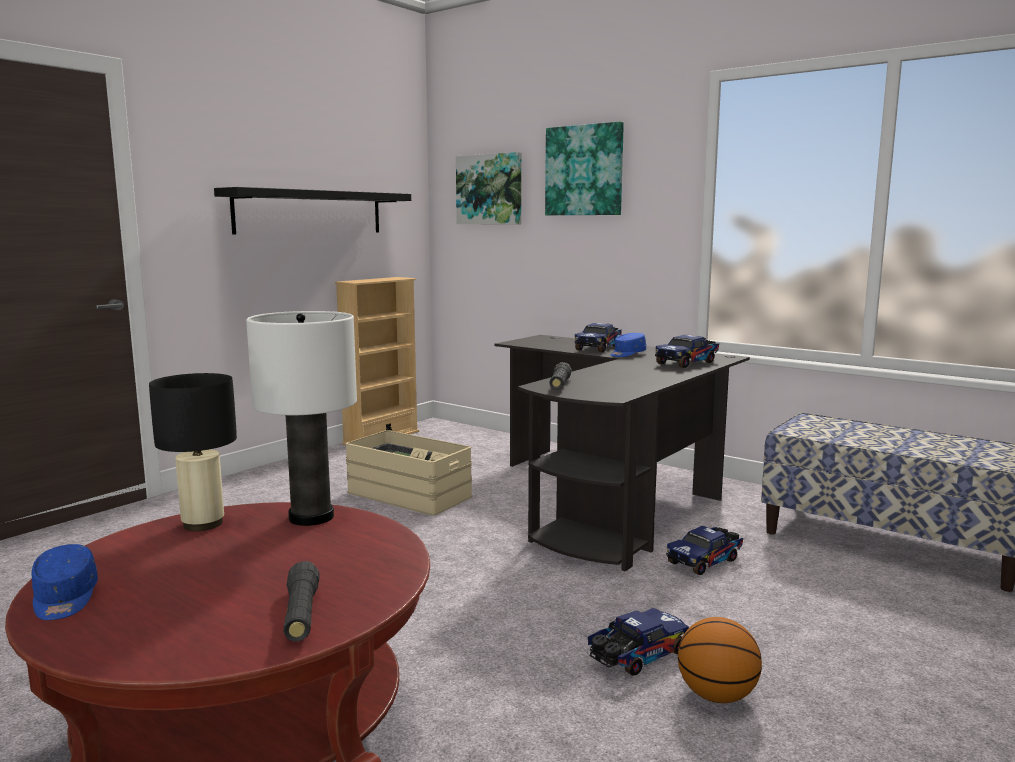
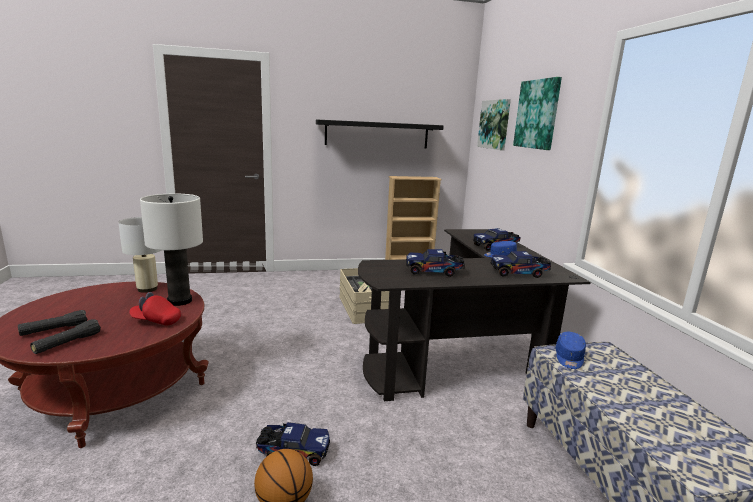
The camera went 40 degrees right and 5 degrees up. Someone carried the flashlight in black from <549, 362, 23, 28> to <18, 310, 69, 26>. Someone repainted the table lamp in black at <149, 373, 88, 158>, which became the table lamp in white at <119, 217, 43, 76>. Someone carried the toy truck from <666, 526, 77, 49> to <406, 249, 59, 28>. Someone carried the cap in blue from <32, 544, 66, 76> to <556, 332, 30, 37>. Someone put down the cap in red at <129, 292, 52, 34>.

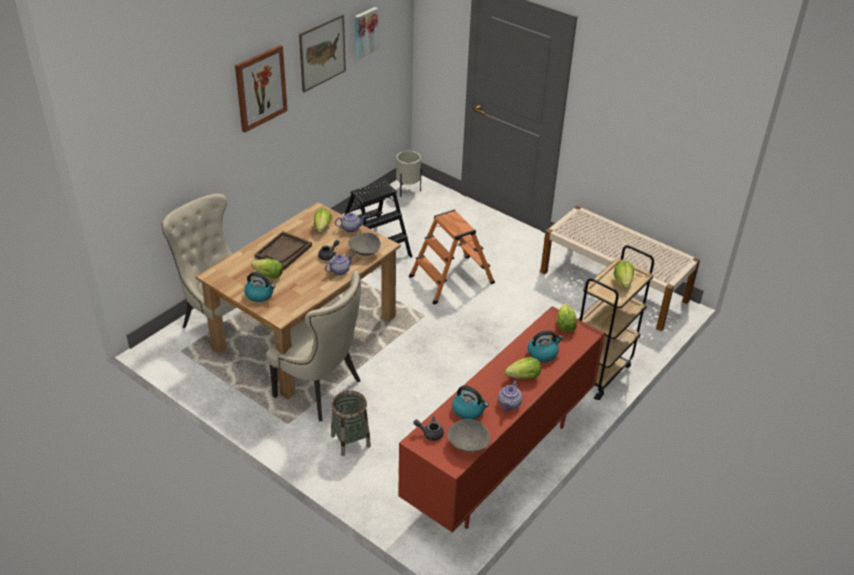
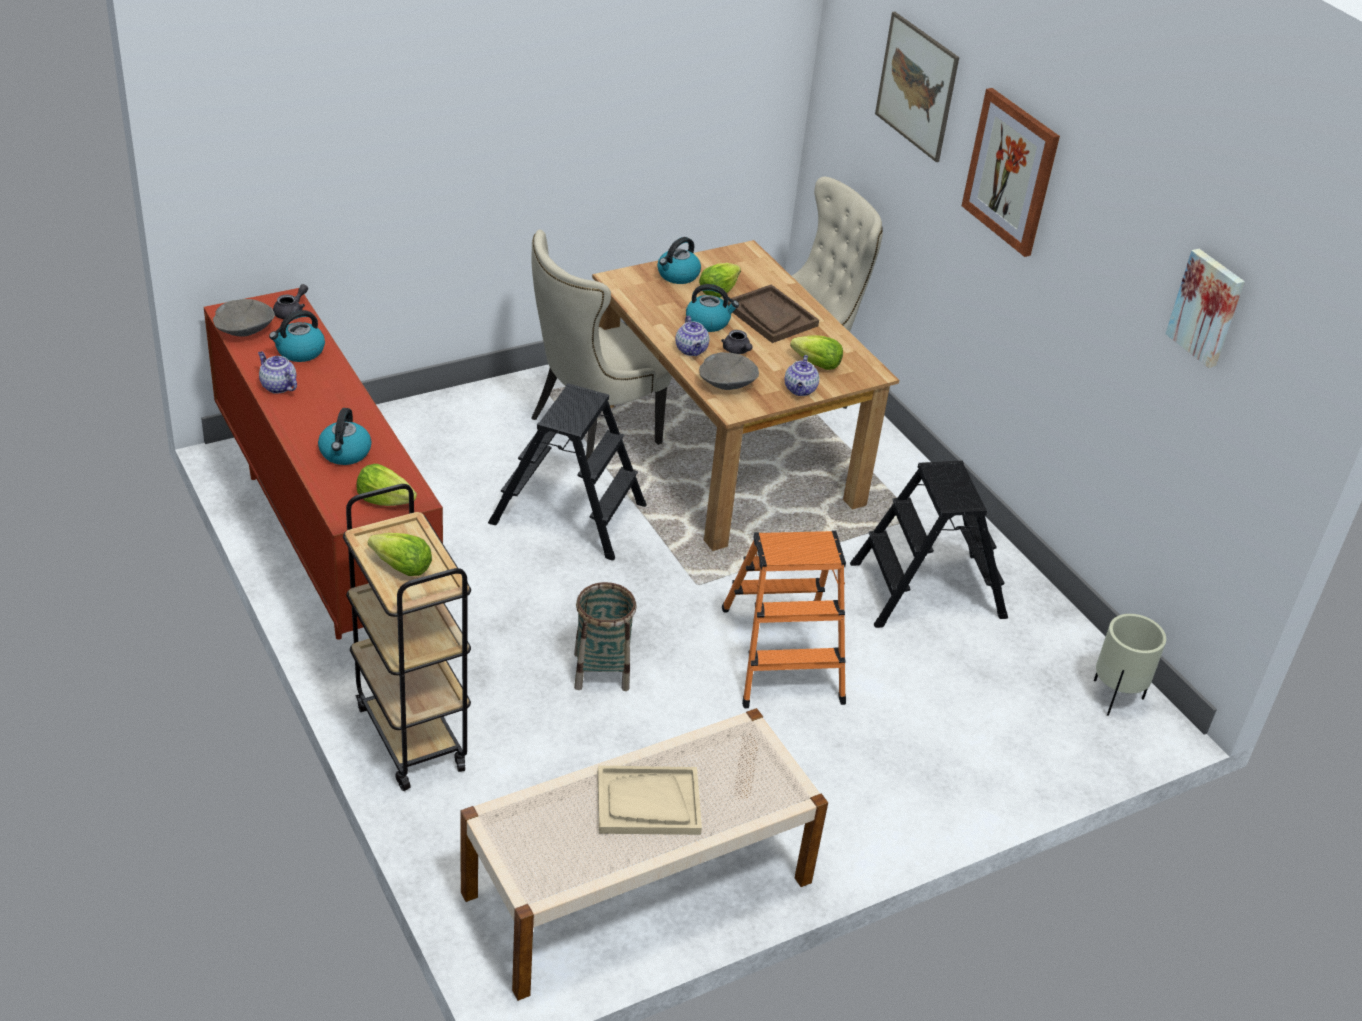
The camera went 110 degrees right and 0 degrees up. Someone carried the picture from <299, 14, 47, 78> to <875, 12, 84, 150>. Someone took away the lettuce at <505, 357, 36, 22>. Someone carried the basket from <331, 390, 40, 66> to <574, 582, 63, 109>. Someone put down the kettle at <686, 284, 53, 48>. Someone put down the step ladder in black at <488, 383, 159, 178>. Someone put down the tray in beige at <598, 766, 104, 69>.

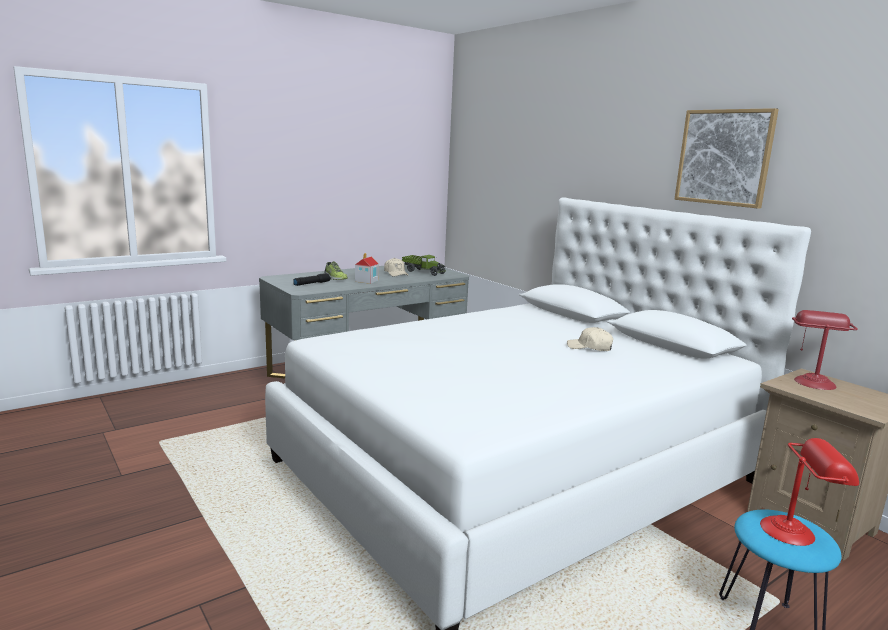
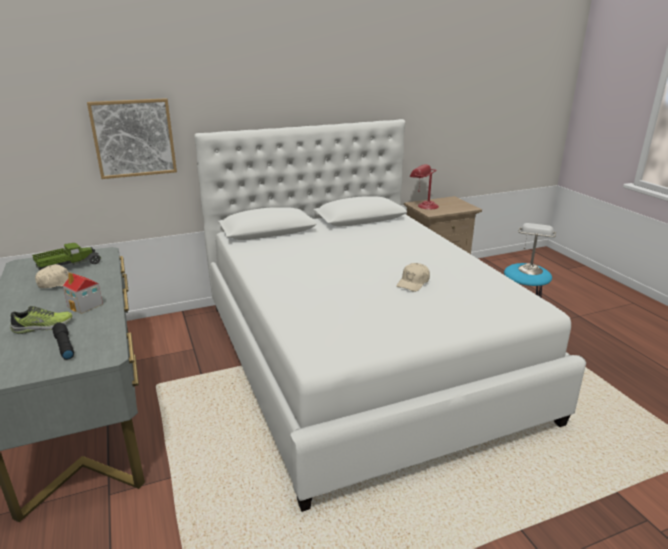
The camera went 75 degrees left and 10 degrees up. Someone carried the picture from <675, 108, 104, 100> to <87, 98, 90, 81>. Someone carried the cap in beige from <567, 327, 46, 24> to <396, 263, 34, 29>. Someone repainted the table lamp in red at <760, 438, 99, 108>, which became the table lamp in white at <518, 223, 38, 52>.

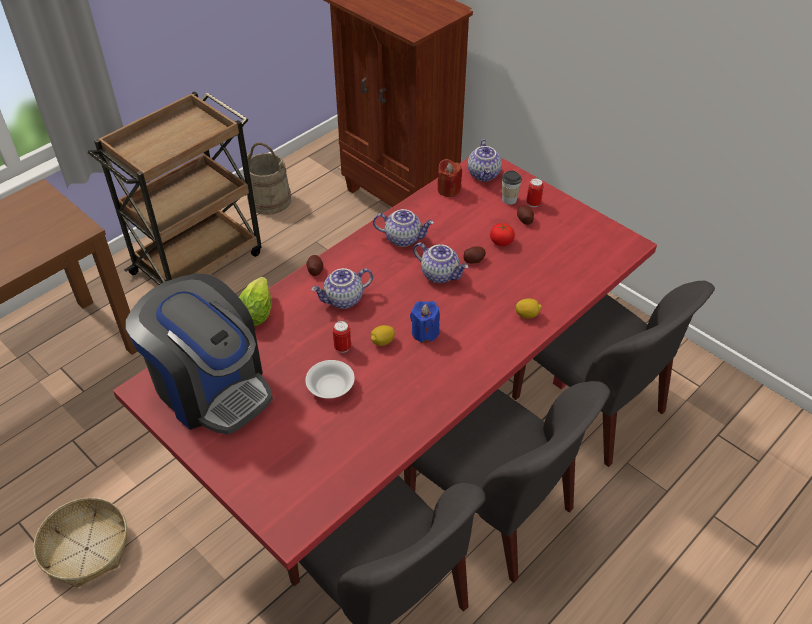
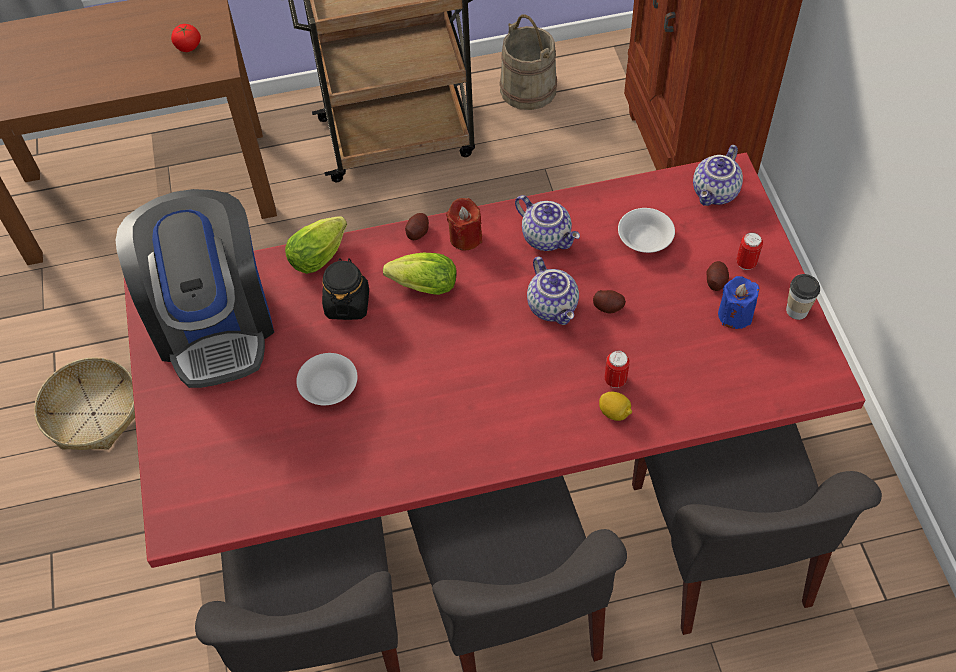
The camera went 35 degrees right and 10 degrees up. Someone carried the candle in red from <438, 159, 24, 38> to <446, 198, 36, 52>. Someone carried the cup from <502, 171, 20, 34> to <786, 274, 34, 46>. Someone carried the tomato from <490, 223, 25, 23> to <171, 24, 30, 28>. Someone swapped the teapot at <311, 268, 62, 41> for the lettuce at <383, 253, 74, 42>. Someone carried the candle in blue from <410, 301, 30, 42> to <718, 276, 42, 53>. Someone carried the can from <332, 321, 19, 32> to <605, 351, 25, 37>. Someone took away the lemon at <371, 325, 24, 21>. Someone put down the bowl in white at <618, 208, 57, 45>. Someone put down the jar in black at <322, 258, 47, 62>.

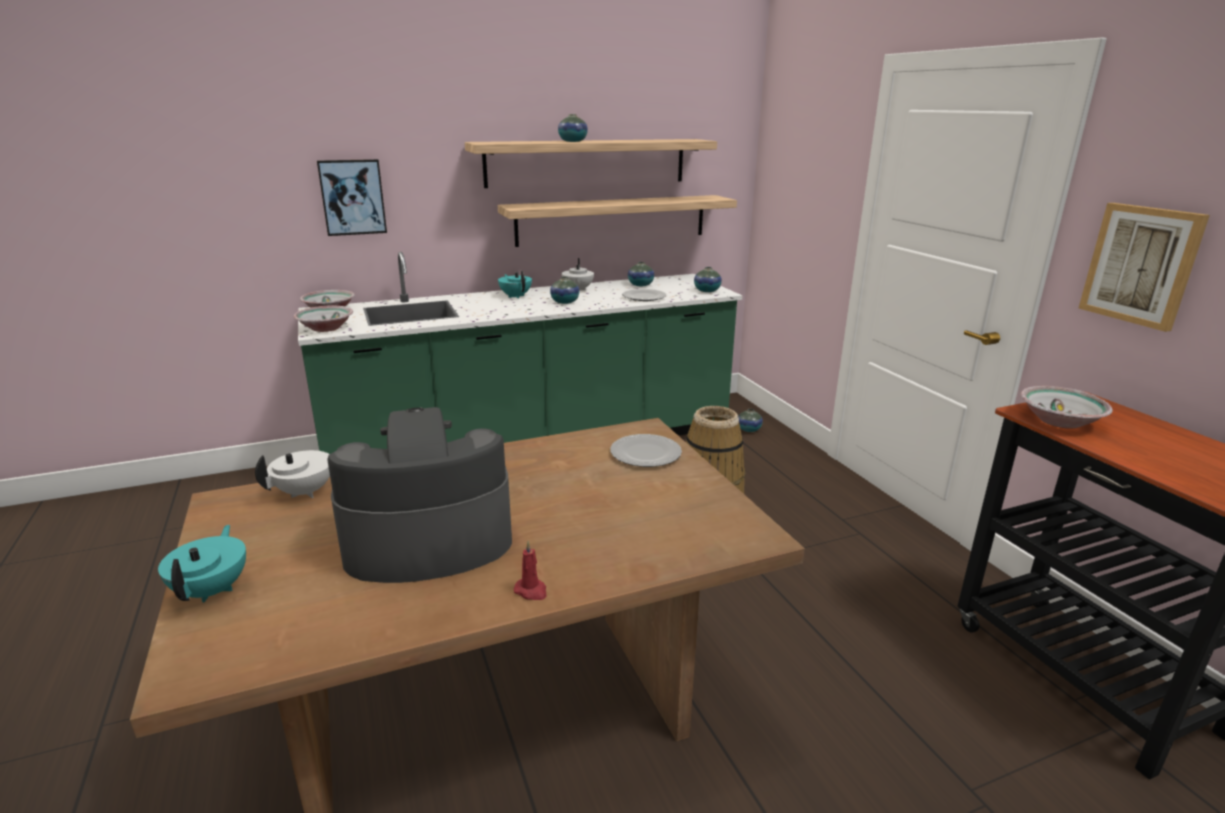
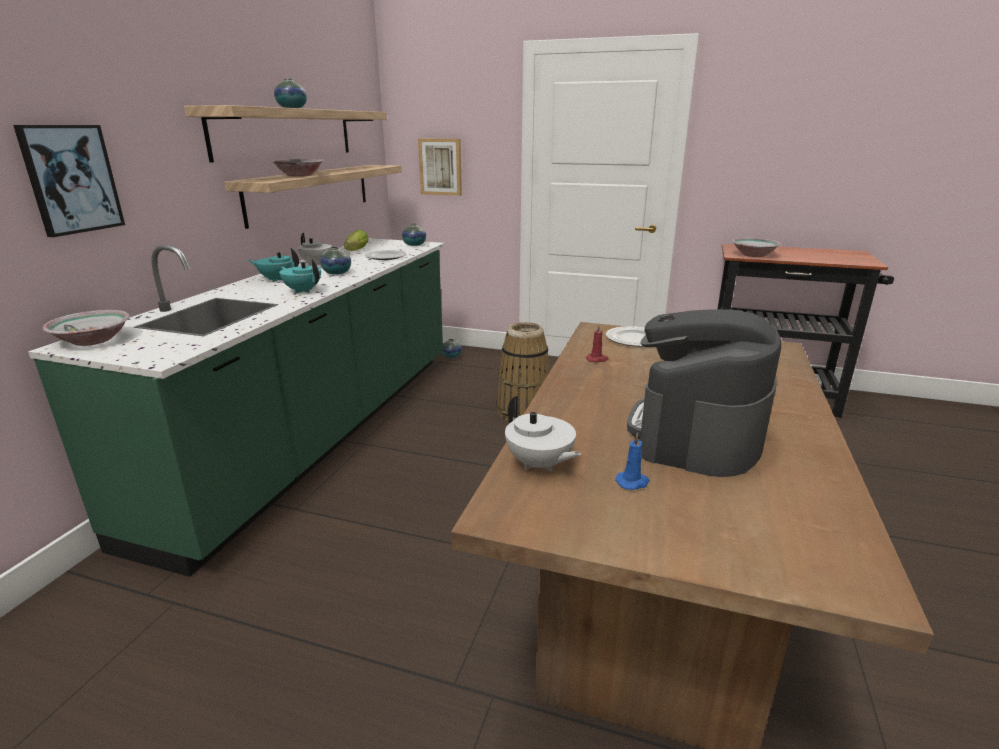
The camera went 50 degrees left and 0 degrees up. Someone carried the picture from <1079, 203, 131, 129> to <418, 139, 44, 57>. Someone swapped the vase at <628, 262, 26, 24> for the lettuce at <344, 230, 25, 21>. Someone carried the bowl from <294, 306, 59, 26> to <272, 159, 51, 17>. Someone rotated the teapot in white at <255, 450, 75, 48> by 150 degrees clockwise. Someone carried the teapot in turquoise from <158, 525, 88, 77> to <279, 259, 42, 34>. Someone carried the candle in red from <513, 541, 33, 59> to <586, 325, 23, 37>. Someone put down the candle in blue at <615, 432, 35, 58>.

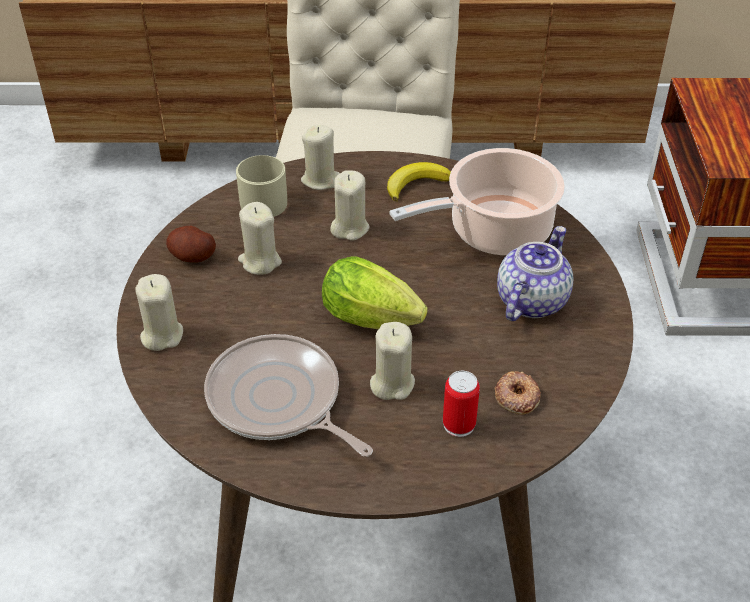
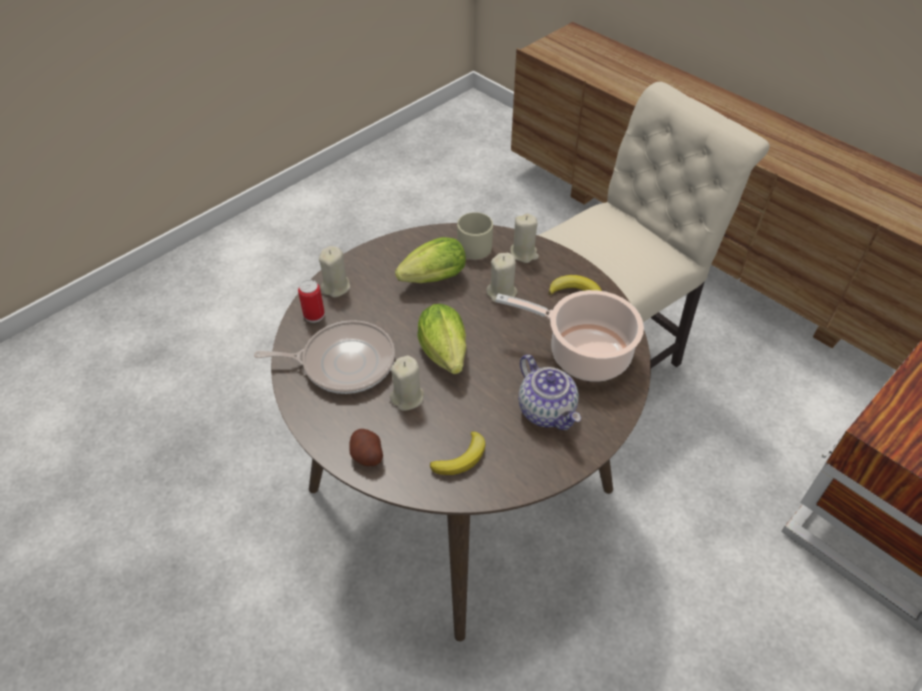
The camera went 45 degrees right and 5 degrees up. Someone swapped the candle in beige at <238, 202, 44, 73> for the lettuce at <395, 237, 71, 46>. Someone carried the potato from <166, 226, 50, 37> to <349, 429, 34, 37>. Someone rotated the teapot at <497, 226, 76, 95> by 75 degrees clockwise. Someone rotated the frying pan at <204, 334, 169, 123> by 90 degrees clockwise. Someone carried the can from <443, 371, 37, 66> to <298, 280, 27, 43>. Someone swapped the donut at <494, 371, 47, 44> for the banana at <430, 431, 55, 44>.

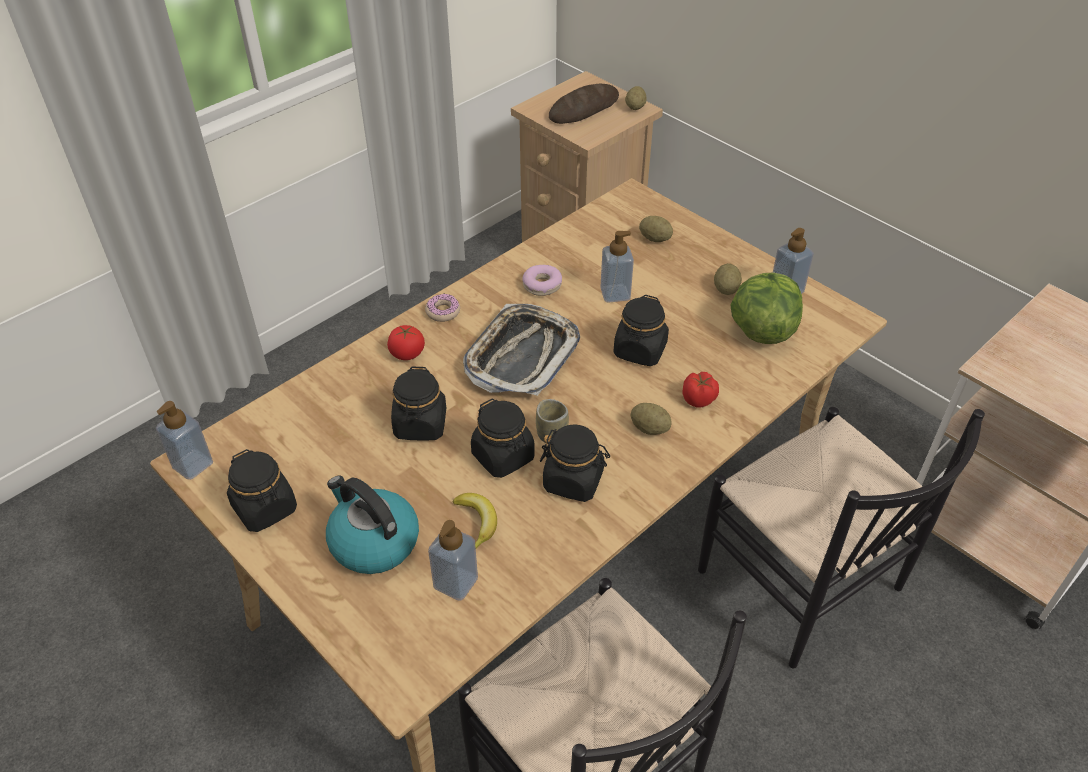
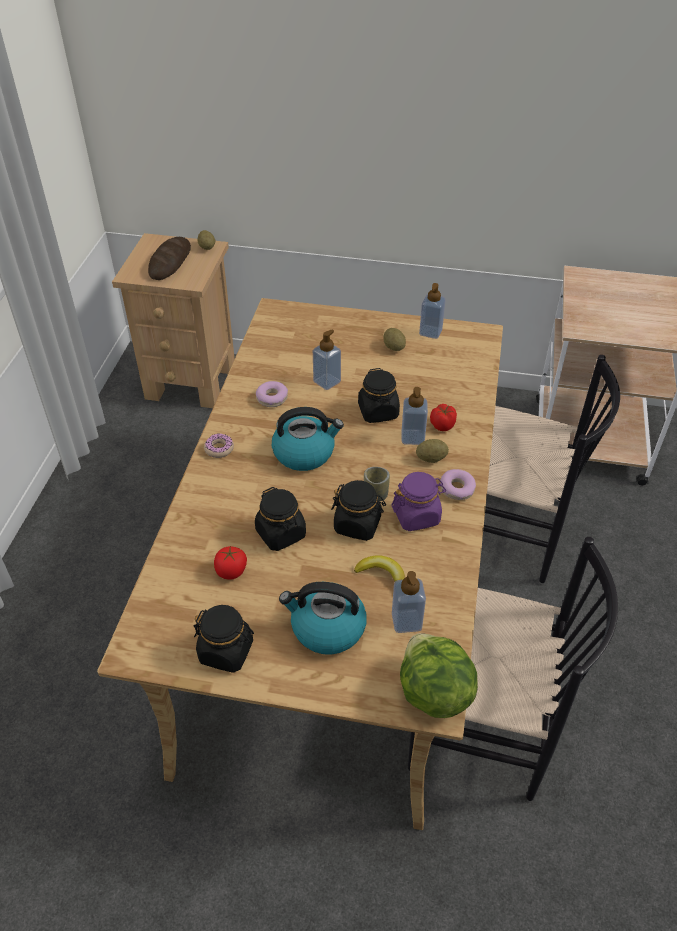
The camera went 35 degrees left and 0 degrees up. Someone took away the potato at <639, 216, 34, 26>. Someone carried the lettuce from <730, 273, 73, 71> to <400, 633, 78, 85>. Someone swapped the tray at <463, 304, 117, 92> for the kettle at <272, 407, 72, 64>. Someone carried the tomato from <387, 325, 38, 35> to <214, 546, 33, 34>. Someone carried the soap dispenser from <156, 401, 57, 79> to <402, 387, 26, 58>. Someone repainted the jar in black at <540, 425, 70, 77>, which became the jar in purple at <391, 472, 55, 59>. Someone put down the donut at <440, 469, 36, 31>.

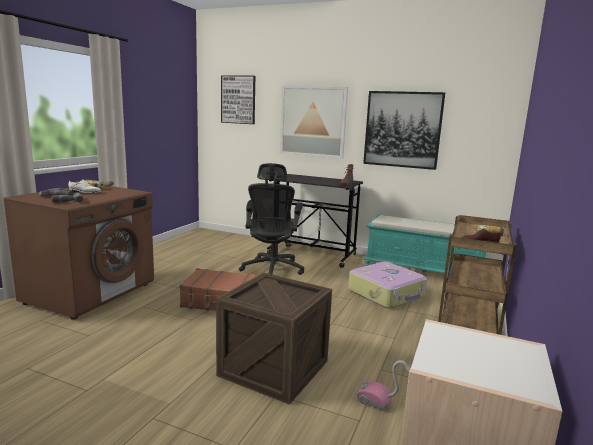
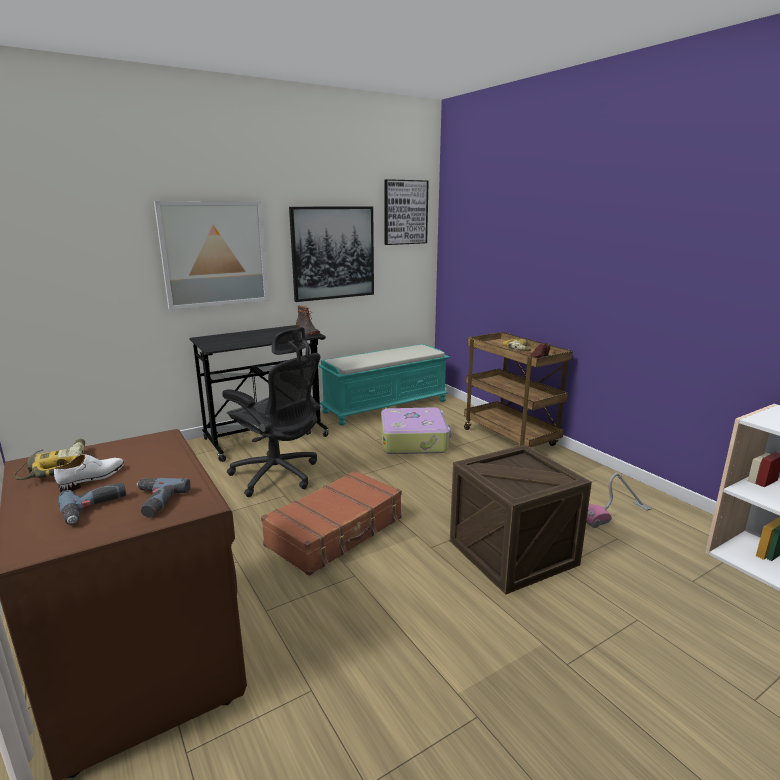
The camera went 55 degrees left and 5 degrees up. Someone carried the picture from <221, 75, 34, 49> to <384, 179, 45, 66>.

